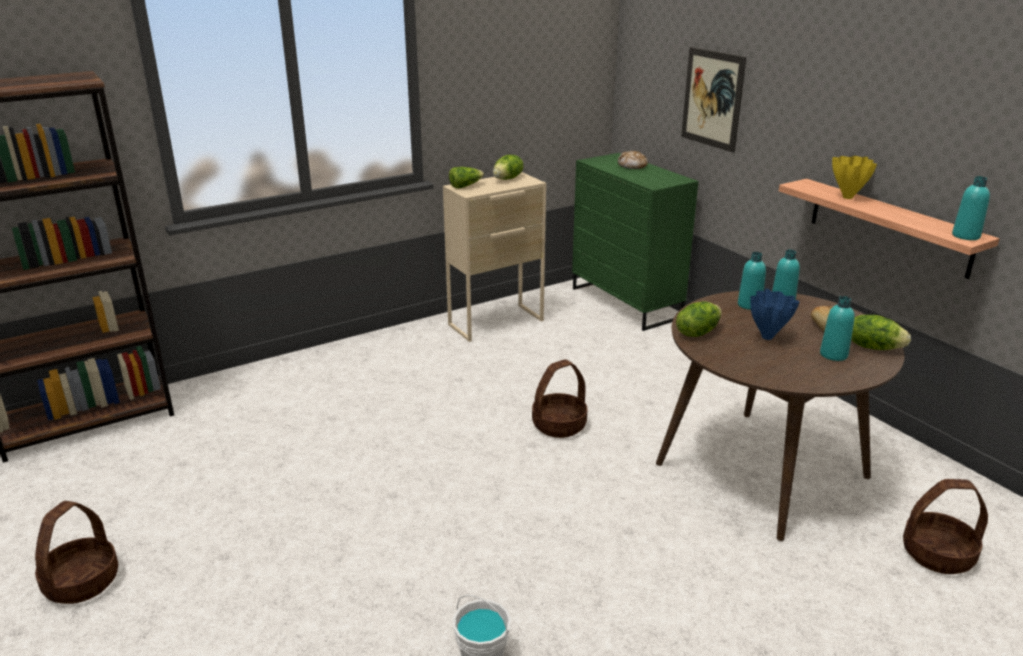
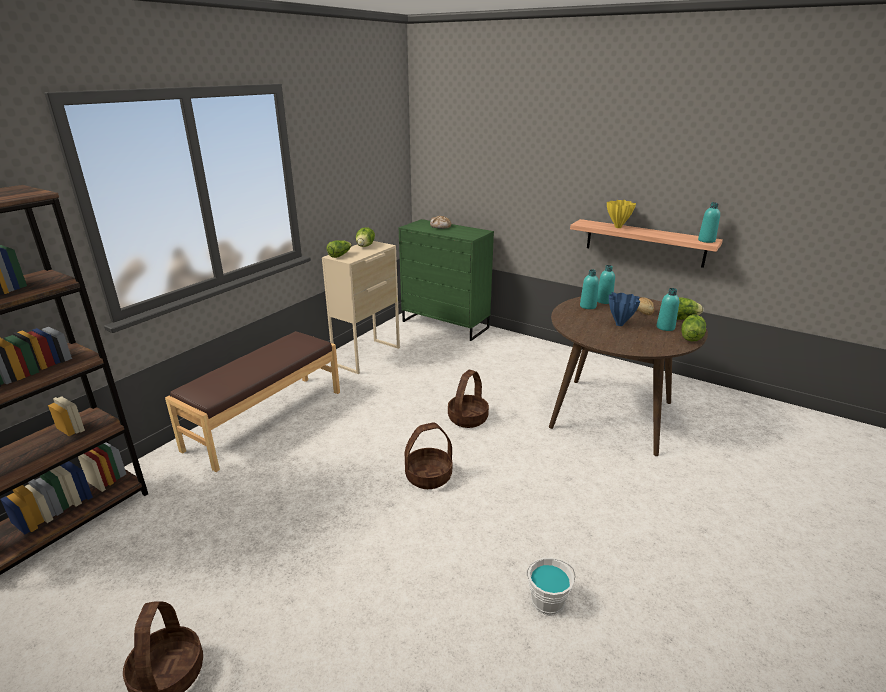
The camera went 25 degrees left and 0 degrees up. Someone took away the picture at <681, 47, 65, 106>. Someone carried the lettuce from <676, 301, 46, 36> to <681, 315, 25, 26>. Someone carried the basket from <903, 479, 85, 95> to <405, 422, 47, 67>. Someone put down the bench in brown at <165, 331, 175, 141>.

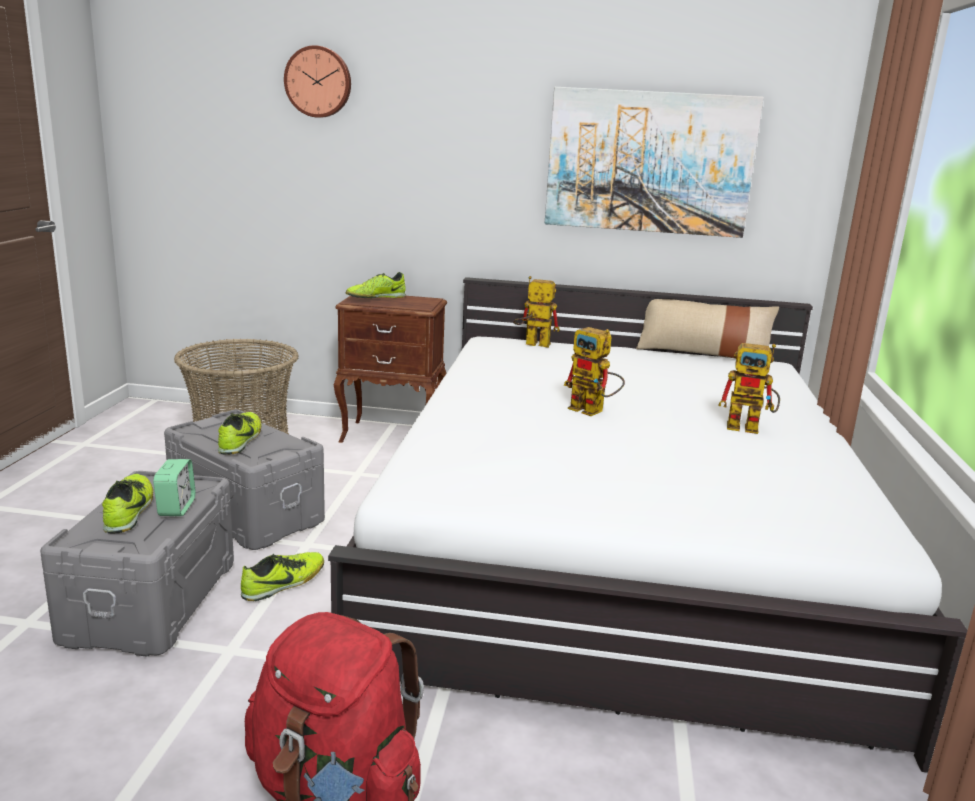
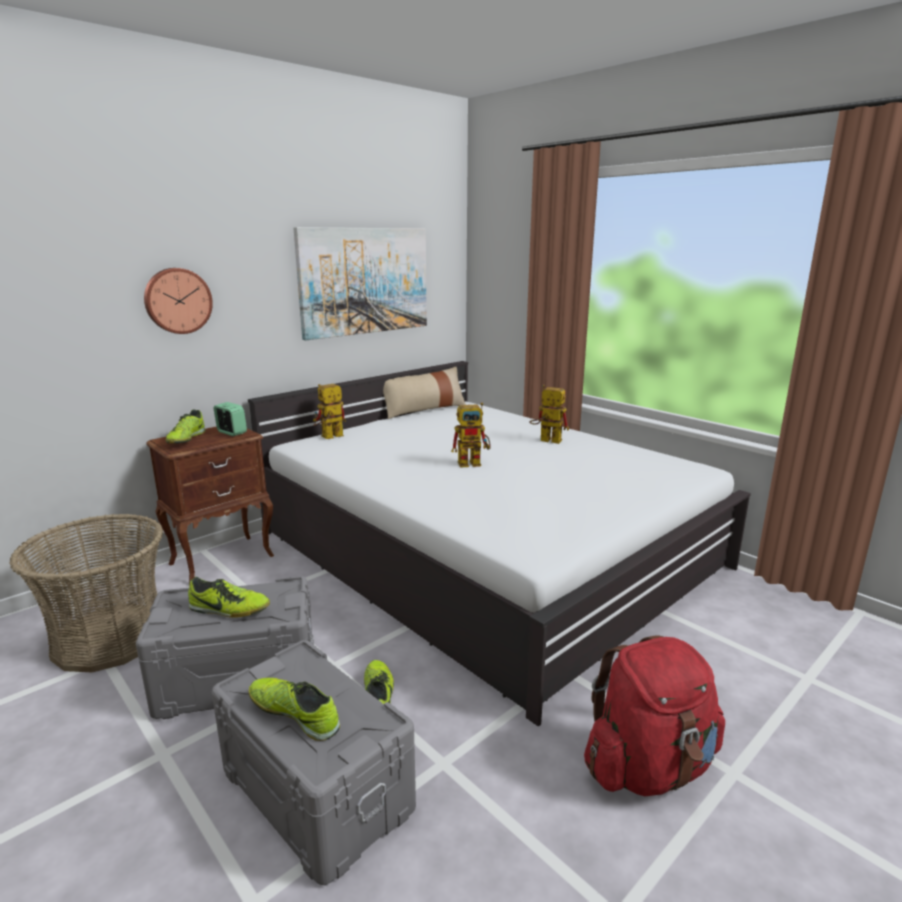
The camera went 50 degrees left and 0 degrees up. Someone carried the wall clock from <284, 45, 67, 73> to <144, 268, 69, 66>. Someone rotated the toy robot at <718, 343, 62, 91> by 120 degrees counterclockwise. Someone rotated the shoe at <218, 412, 43, 43> by 150 degrees clockwise. Someone carried the alarm clock from <153, 459, 43, 57> to <214, 402, 33, 34>.

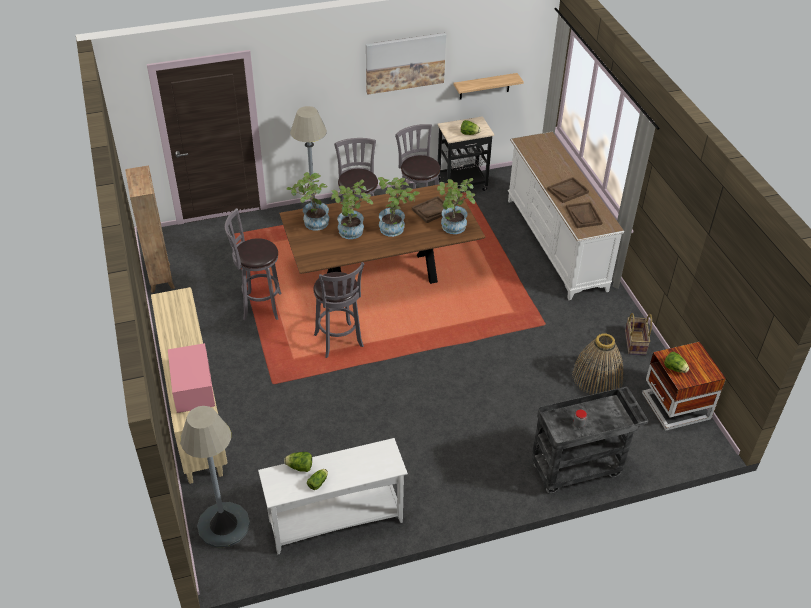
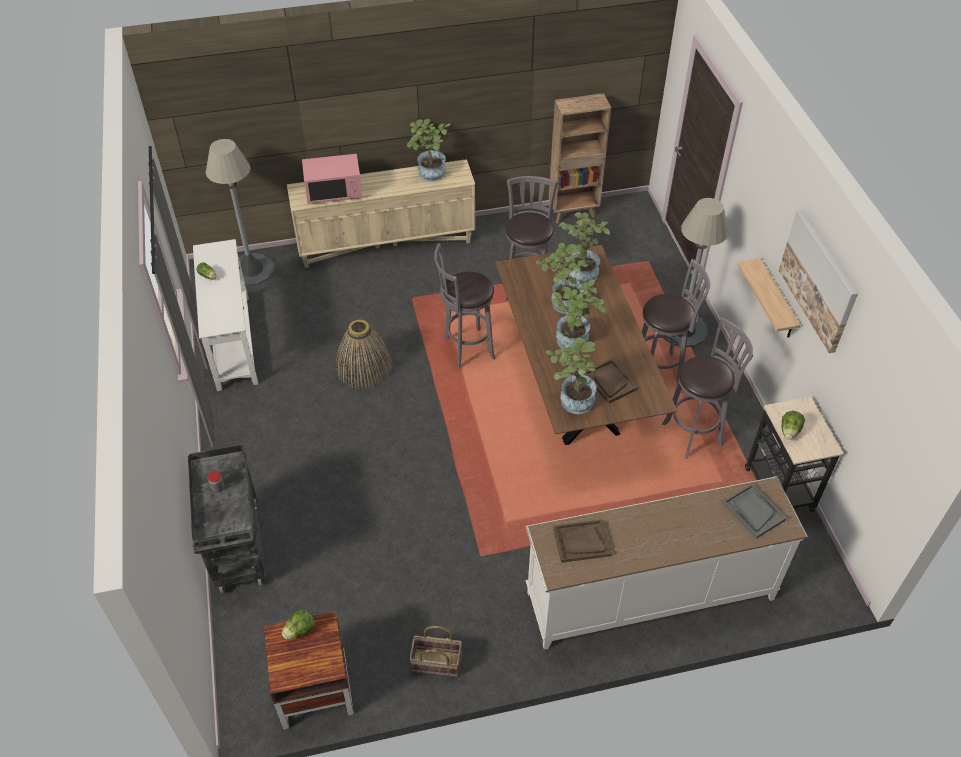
The camera went 95 degrees right and 5 degrees up. Someone carried the shelf from <453, 73, 71, 26> to <738, 258, 62, 80>. Someone took away the tray in brown at <547, 177, 42, 26>. Someone carried the basket from <572, 333, 52, 61> to <336, 319, 56, 70>. Someone took away the lettuce at <284, 452, 28, 20>. Someone put down the potted plant at <407, 119, 43, 63>. Someone put down the tray in grey at <722, 483, 65, 56>.

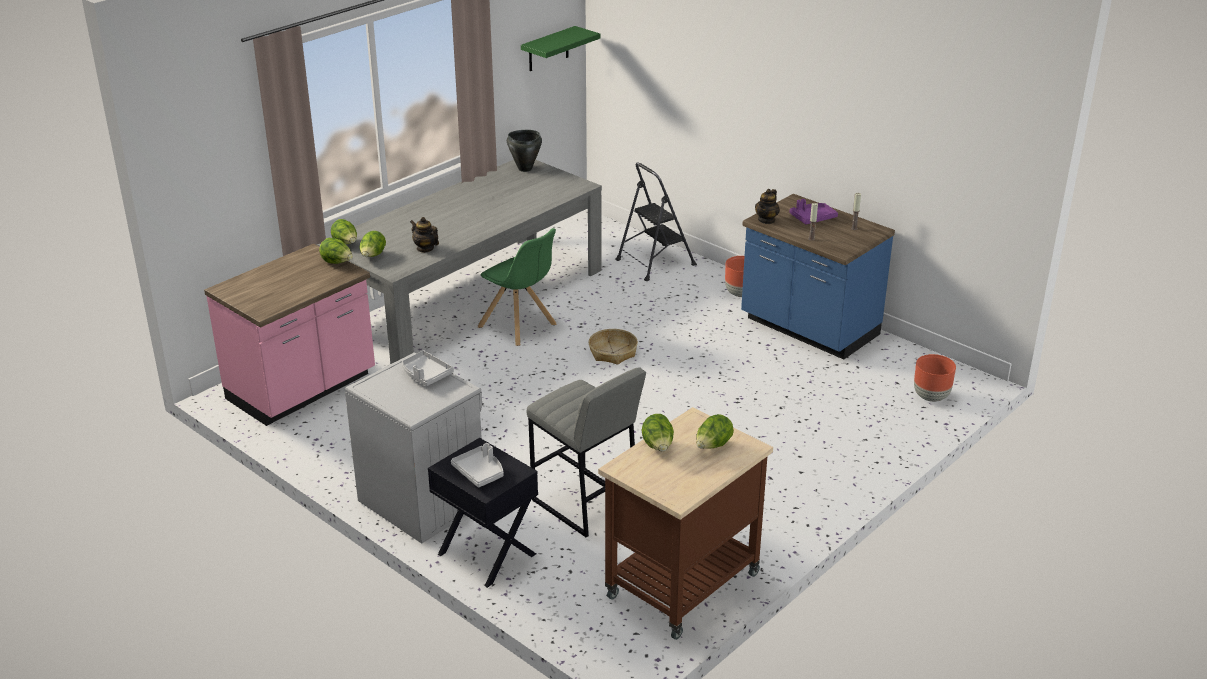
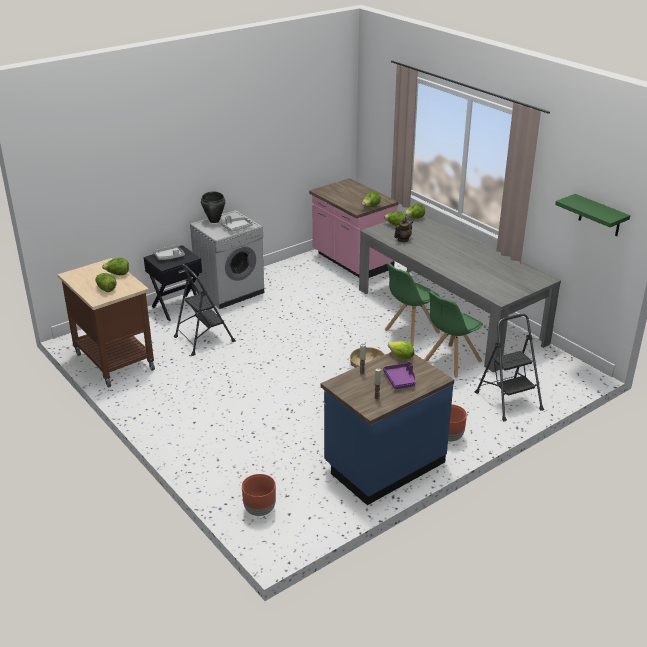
The camera went 100 degrees right and 0 degrees up. Someone carried the cooking pot in black from <507, 130, 35, 42> to <201, 191, 25, 32>. Someone swapped the teapot at <755, 189, 25, 35> for the lettuce at <388, 341, 26, 18>. Someone swapped the stool in grey at <527, 368, 119, 169> for the step ladder in black at <174, 264, 62, 92>. Someone put down the chair in green at <424, 291, 59, 86>.

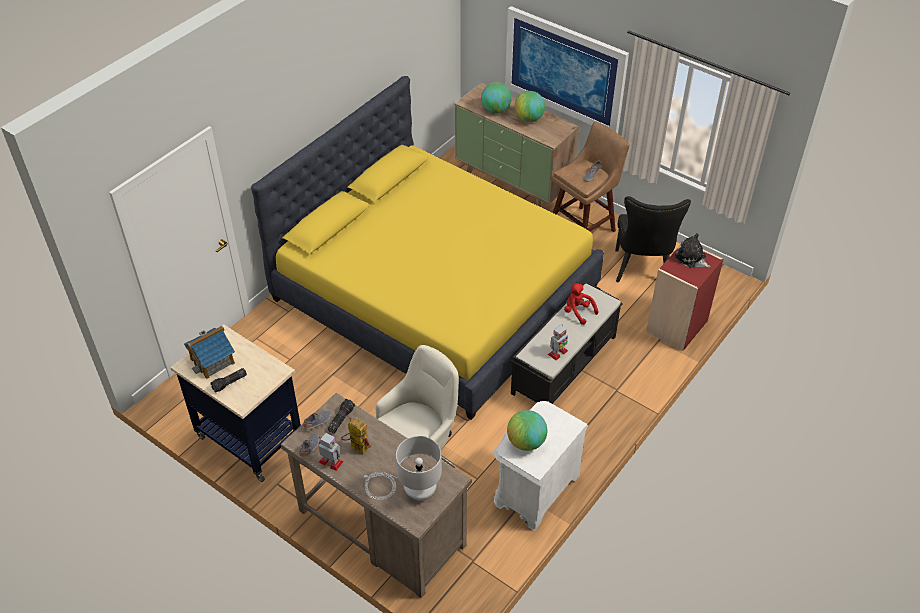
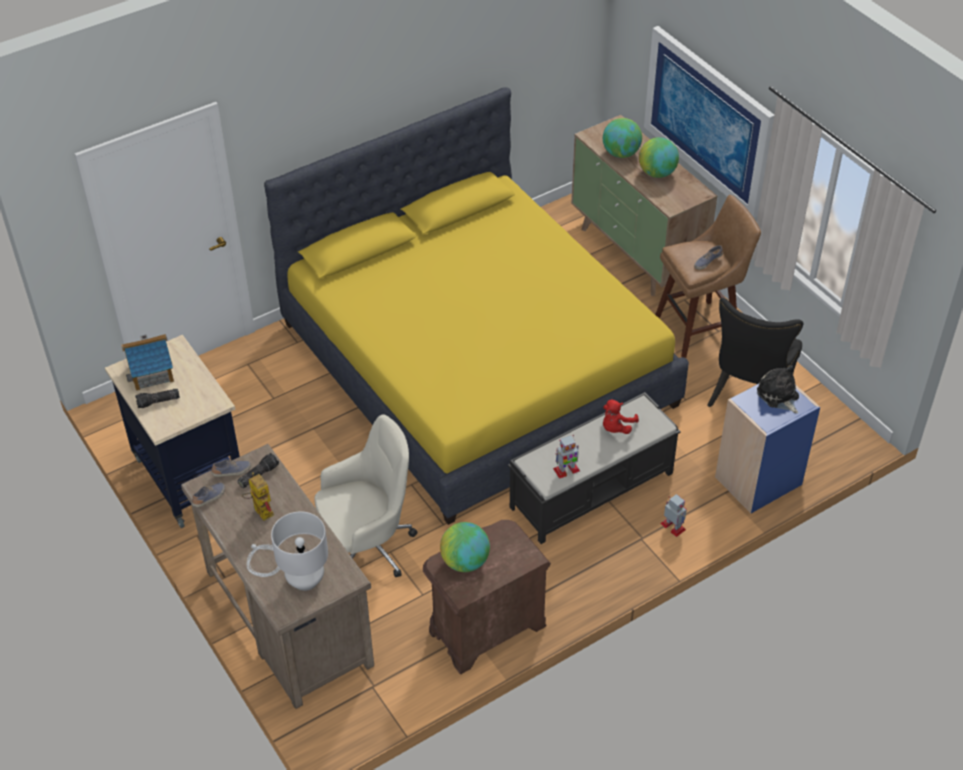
The camera went 20 degrees right and 0 degrees up. Someone repainted the bookcase in red at <646, 248, 77, 103>, which became the bookcase in blue at <715, 384, 105, 129>. Someone rotated the plush toy in red at <564, 283, 35, 42> by 120 degrees counterclockwise. Someone repainted the nightstand in white at <494, 401, 94, 130>, which became the nightstand in brown at <423, 520, 128, 154>. Someone carried the toy robot from <319, 433, 24, 38> to <660, 494, 26, 43>.

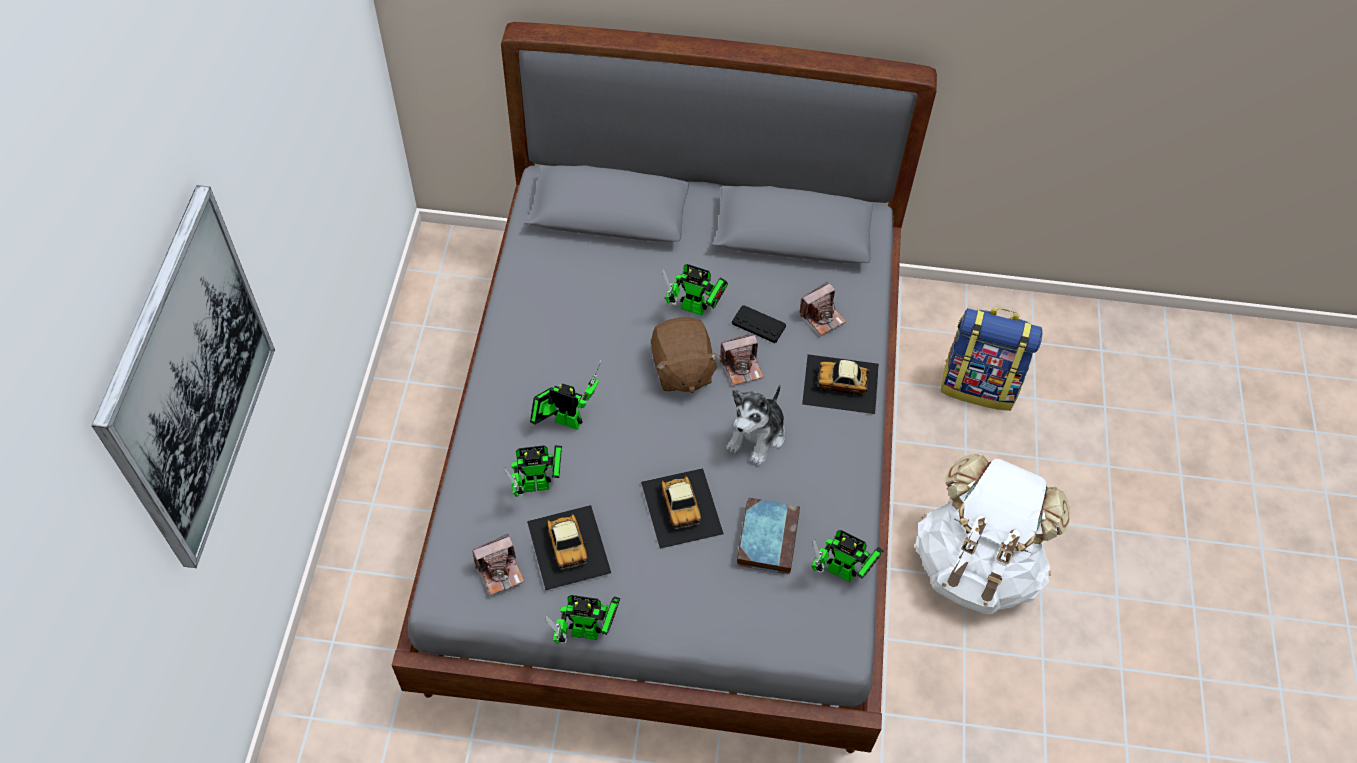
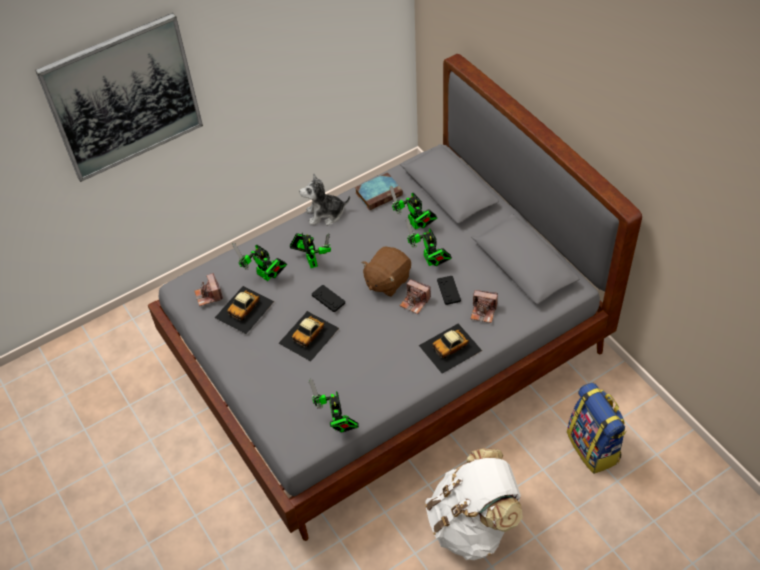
The camera went 55 degrees right and 5 degrees down. Someone rotated the toy car at <802, 354, 77, 60> by 90 degrees counterclockwise. Someone carried the plush toy from <726, 385, 59, 81> to <299, 173, 51, 53>. Someone carried the book from <737, 498, 63, 76> to <355, 172, 48, 39>. Someone rotated the photo camera at <472, 534, 53, 61> by 45 degrees clockwise. Someone carried the toy robot from <545, 595, 76, 49> to <390, 185, 47, 45>. Someone put down the game controller in black at <312, 285, 33, 27>.

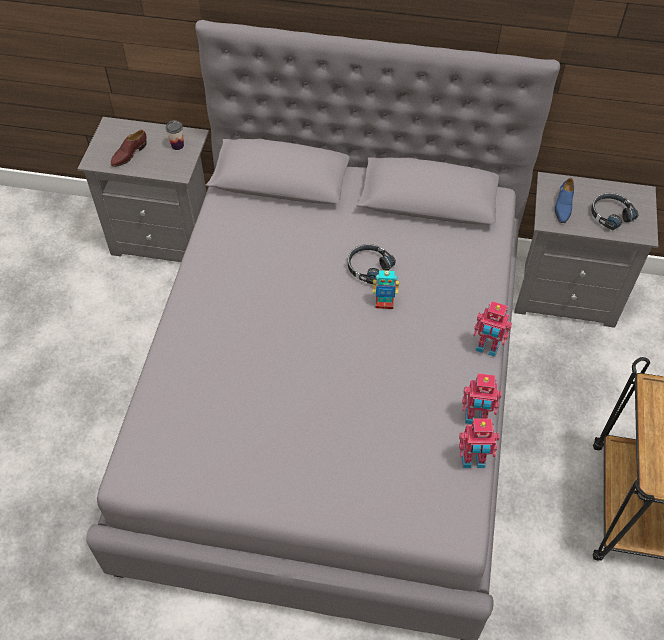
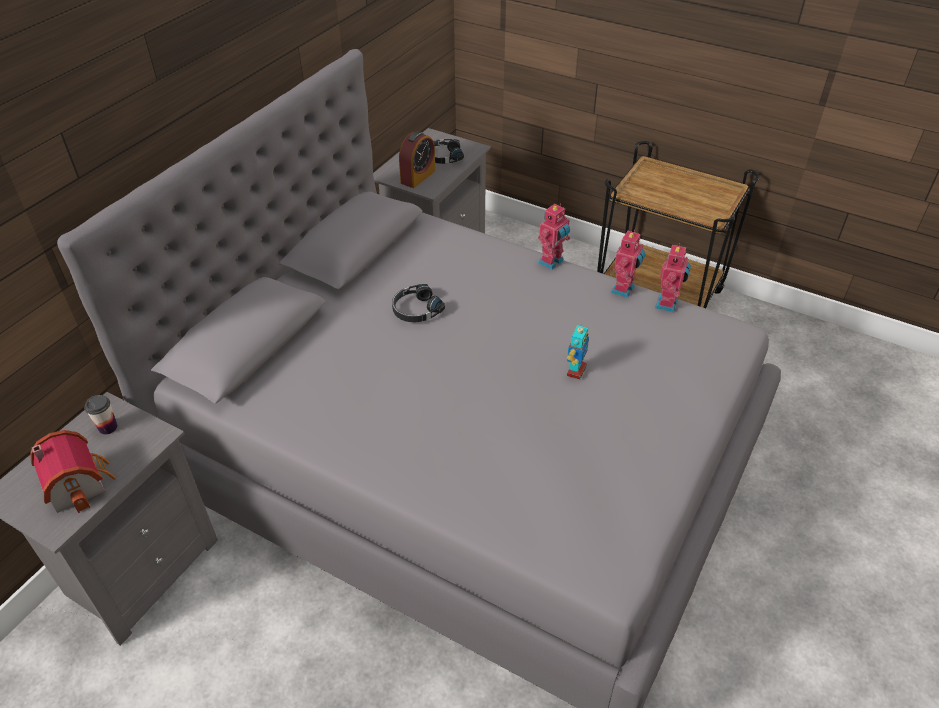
The camera went 70 degrees left and 10 degrees down. Someone swapped the shoe in brown at <110, 130, 37, 37> for the toy house at <30, 430, 86, 83>. Someone swapped the shoe in blue at <555, 178, 19, 45> for the alarm clock at <399, 131, 36, 57>. Someone carried the toy robot from <373, 268, 26, 41> to <567, 323, 22, 57>.

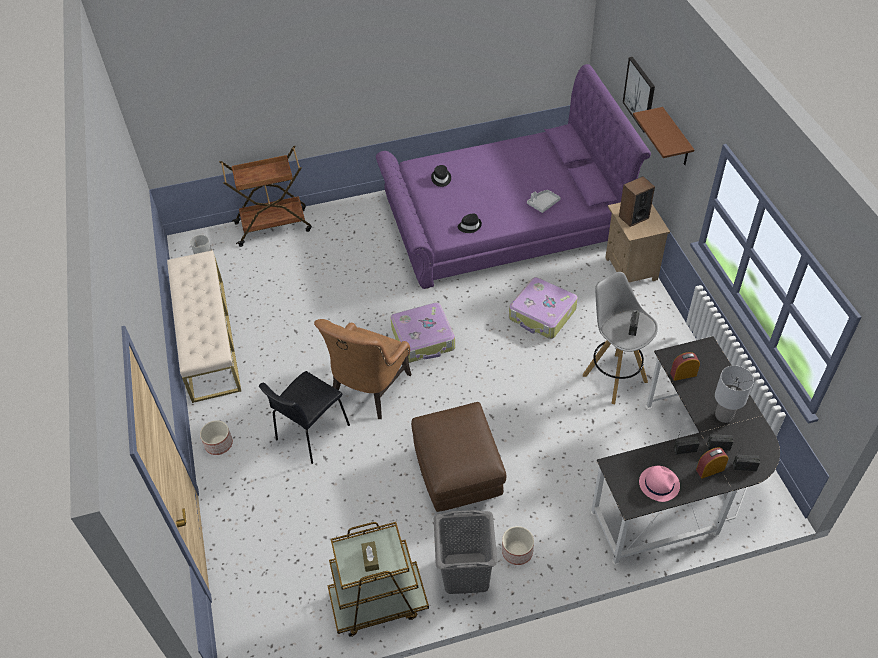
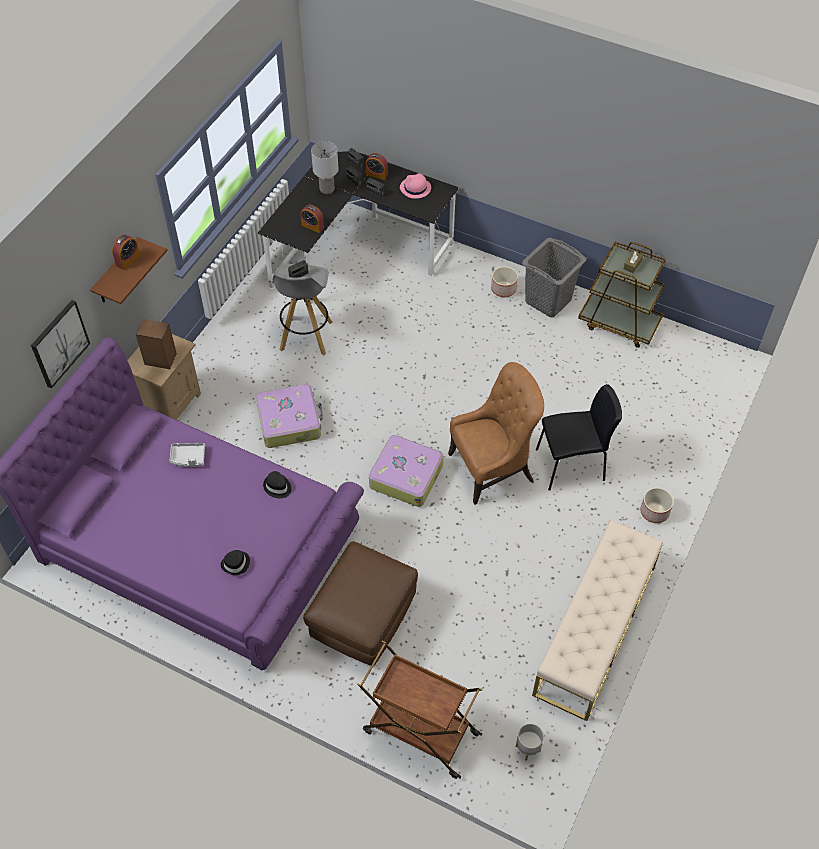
The camera went 140 degrees left and 5 degrees up. Someone carried the ottoman in brown from <411, 402, 95, 110> to <303, 541, 115, 125>. Someone put down the alarm clock at <112, 234, 28, 36>.

